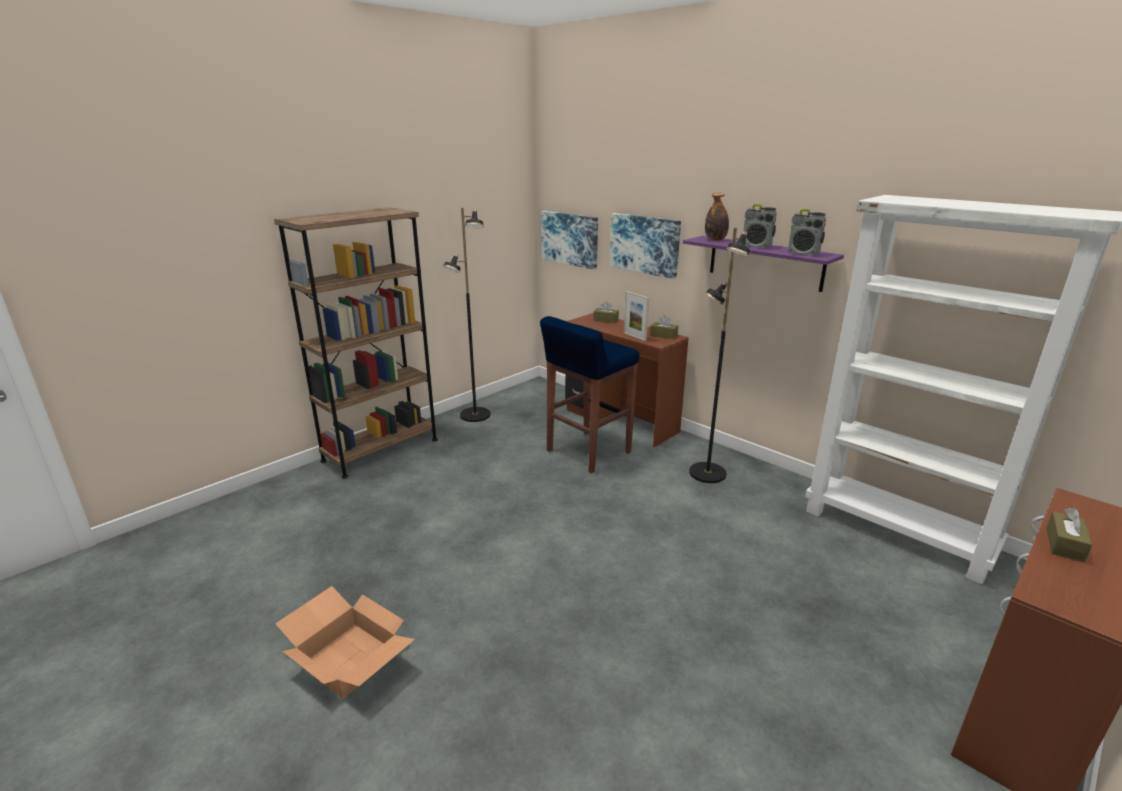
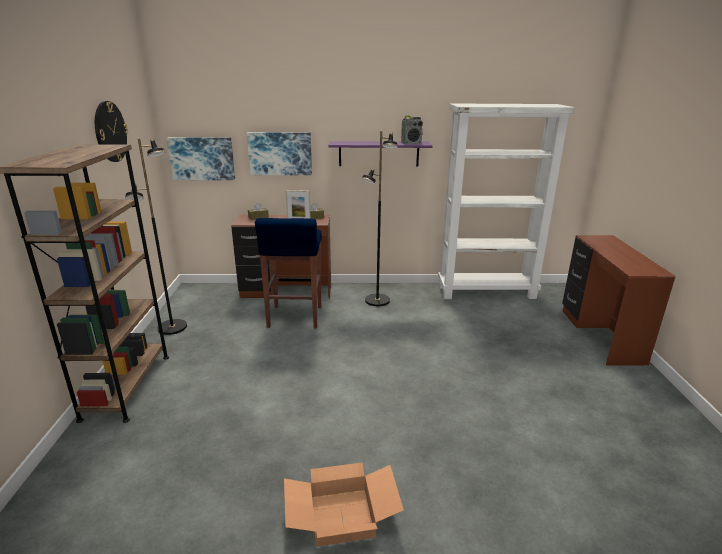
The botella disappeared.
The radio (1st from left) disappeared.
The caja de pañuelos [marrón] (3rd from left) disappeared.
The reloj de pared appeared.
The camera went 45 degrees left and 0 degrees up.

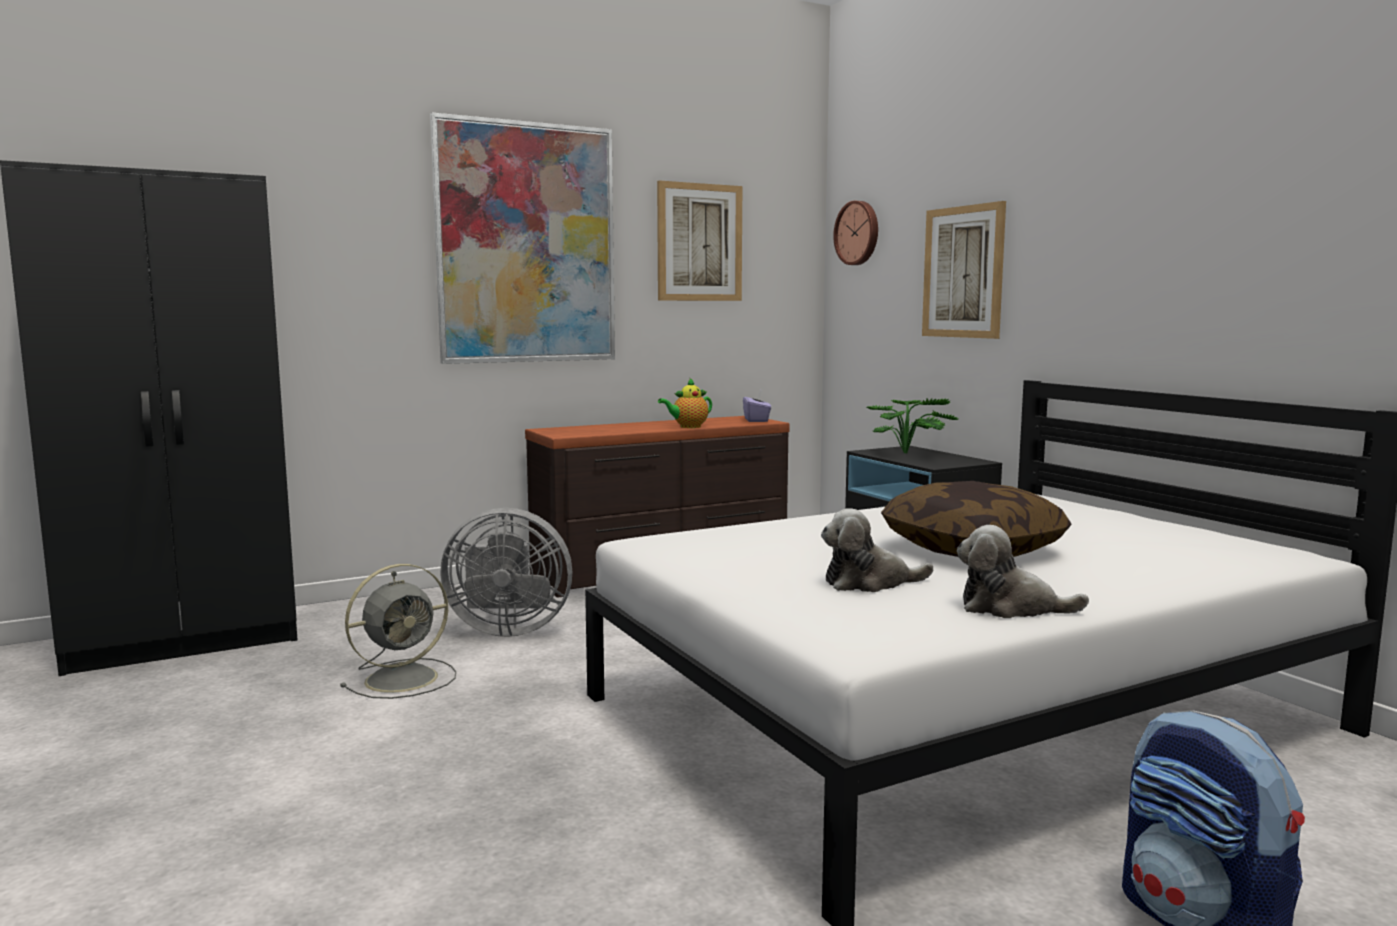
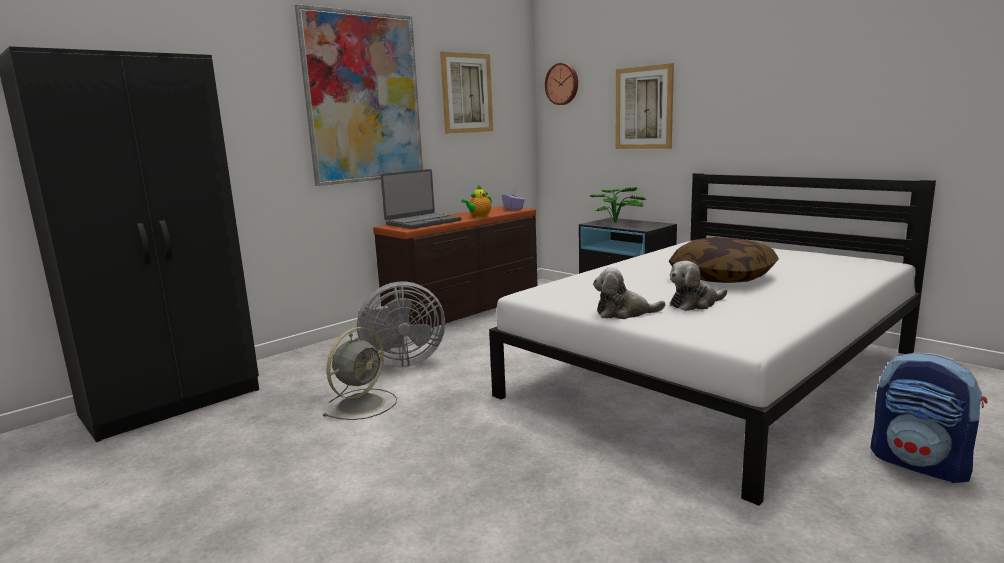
The peluche (2nd from left in the first image) moved.
The portátil appeared.
The camera went 15 degrees left and 5 degrees up.

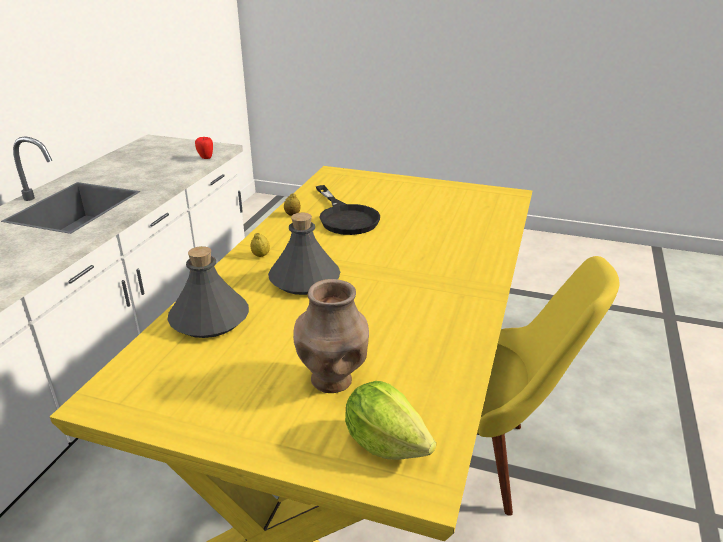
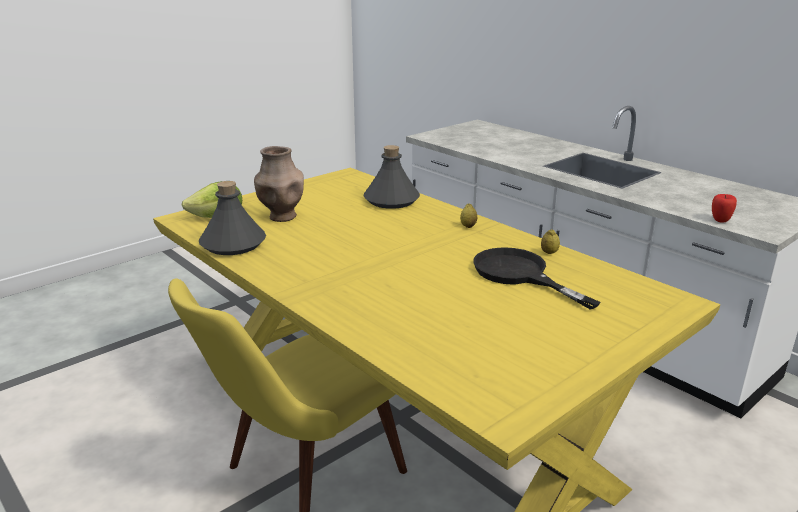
The sartén [negro] turned 45 degrees clockwise.
The botella [gris] (2nd from left in the first image) moved.
The camera went 120 degrees right and 5 degrees down.

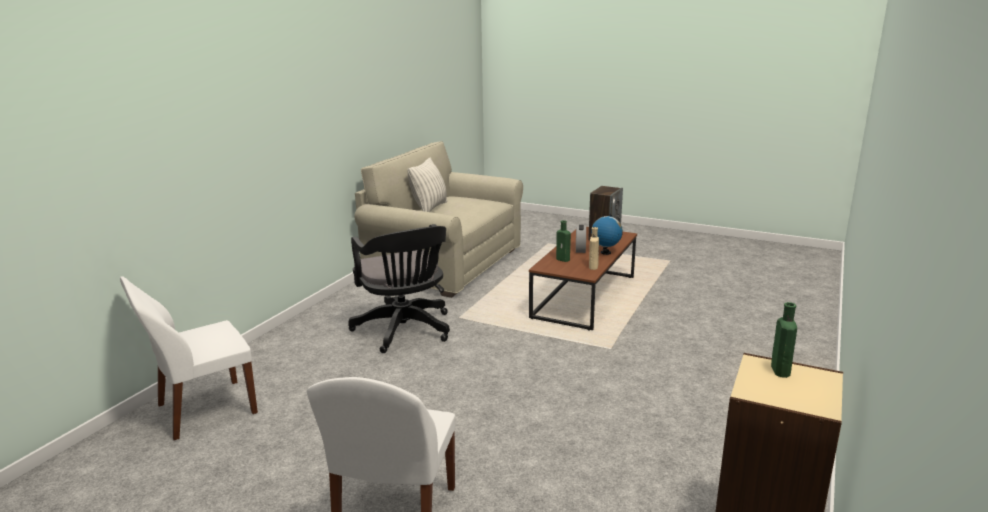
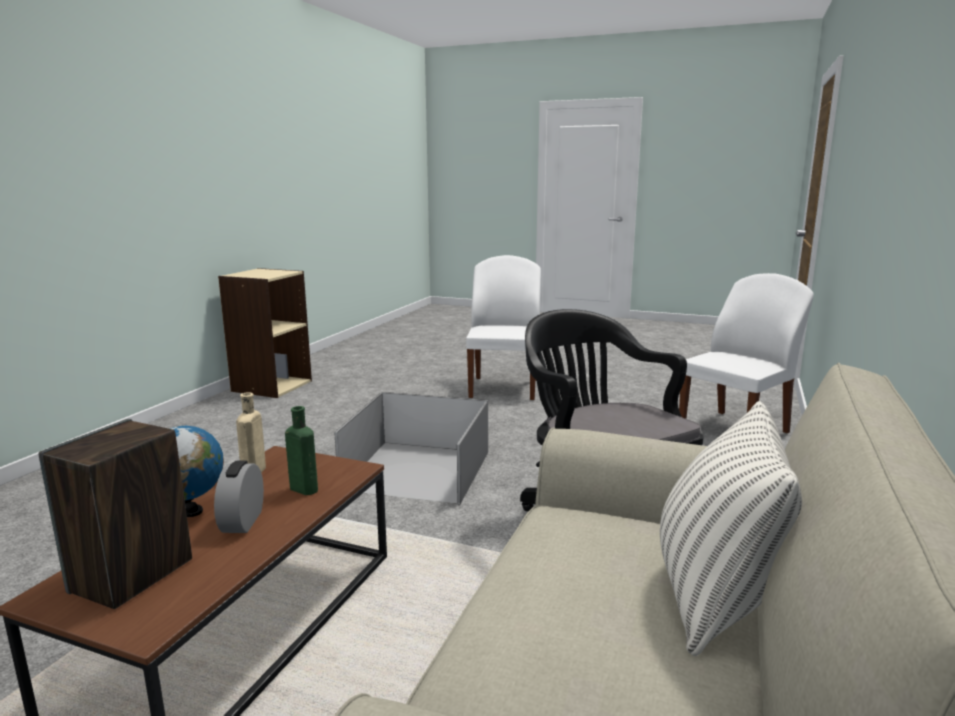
The botella [verde] (2nd from left) disappeared.
The caja de almacenaje [gris] appeared.
The camera went 175 degrees right and 5 degrees down.

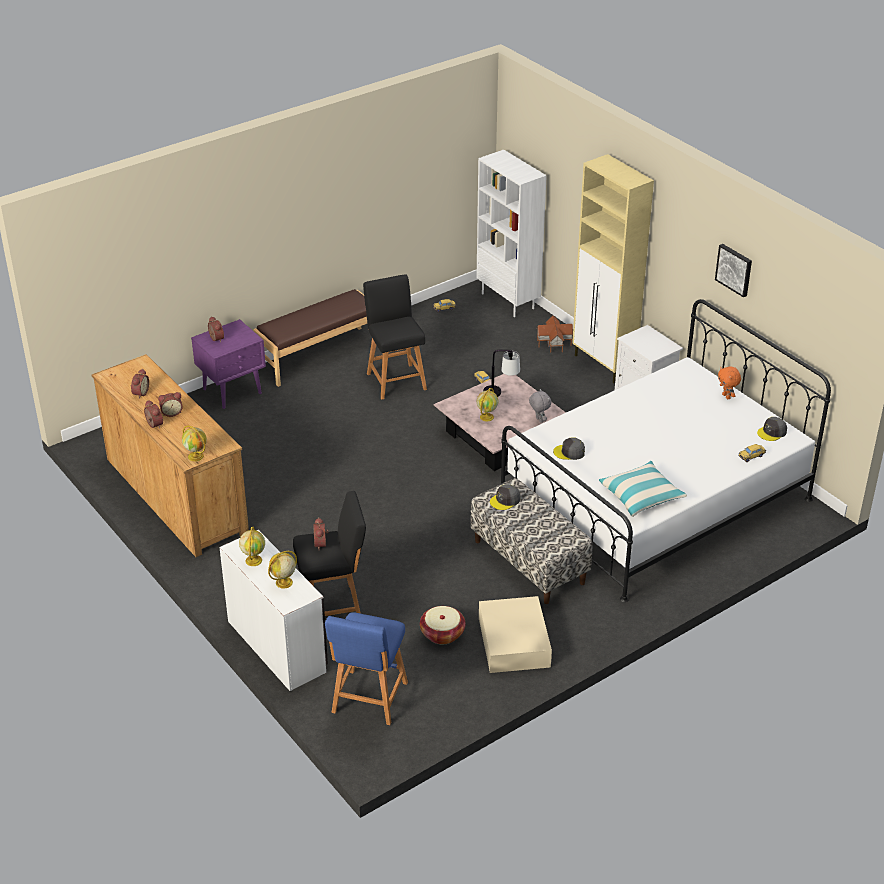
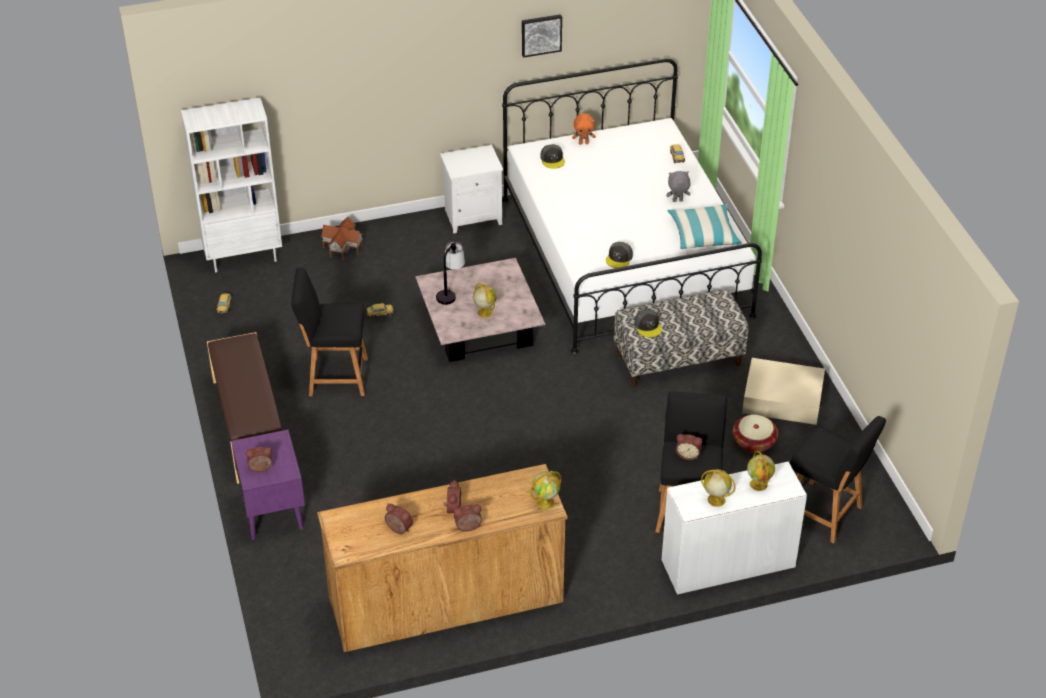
The armario [beis] disappeared.
The peluche [gris] moved.
The gorra [gris] (3rd from left in the first image) moved.
The taburete [azul] became the taburete [negro] (3rd from left).
The camera went 70 degrees left and 5 degrees up.

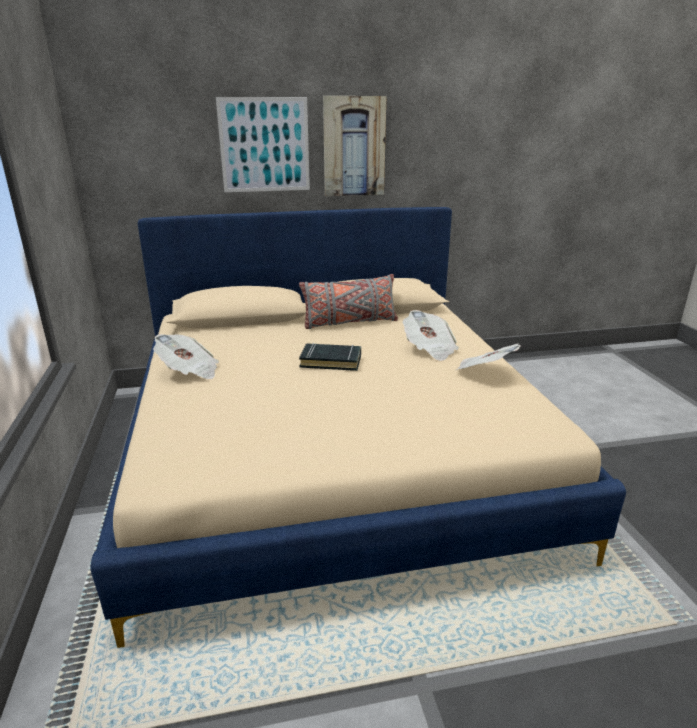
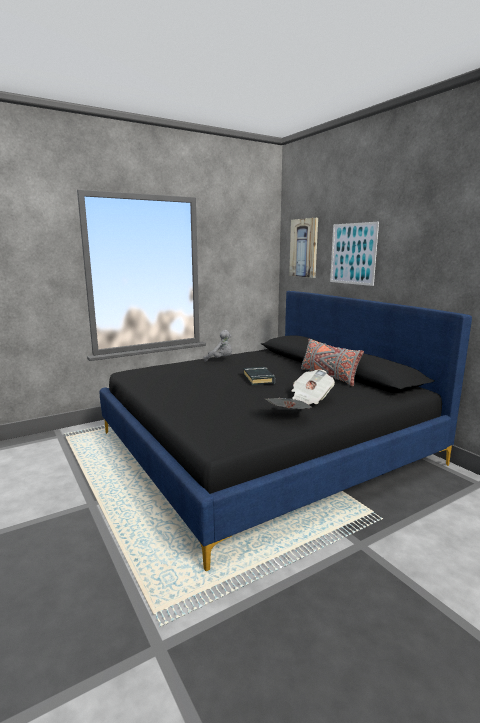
The cuadro (2nd from left in the first image) moved.
The cama [beis] became the cama [negro].
The periódico (1st from left) was replaced by the peluche [gris].
The camera went 70 degrees right and 10 degrees down.

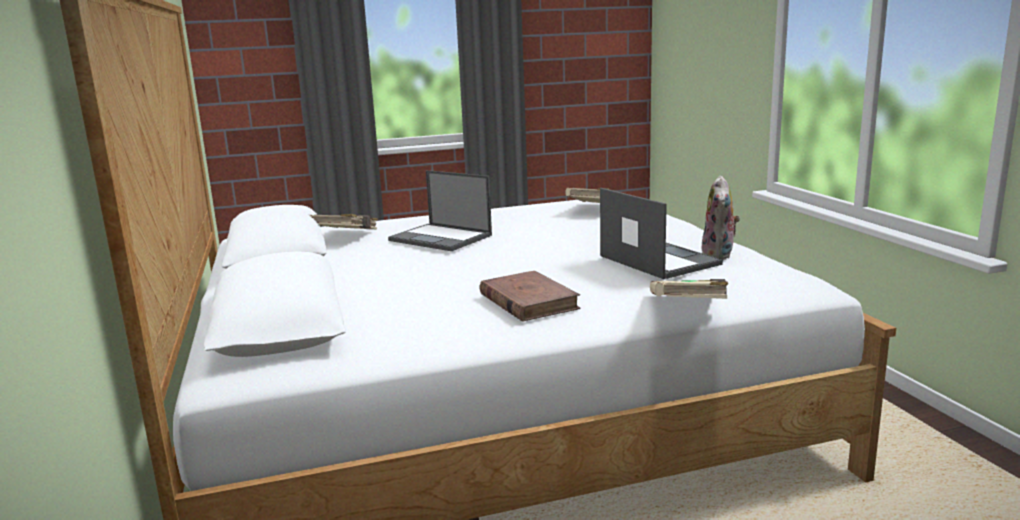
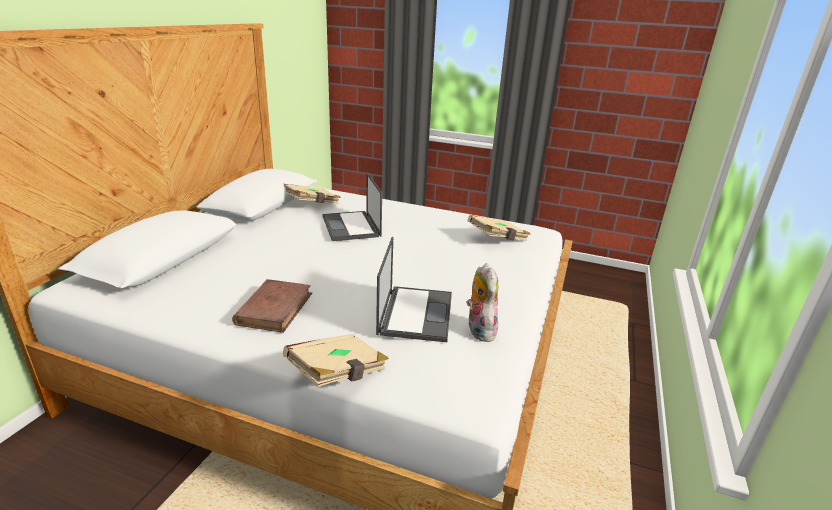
The peluche turned 120 degrees clockwise.
The camera went 35 degrees right and 10 degrees up.

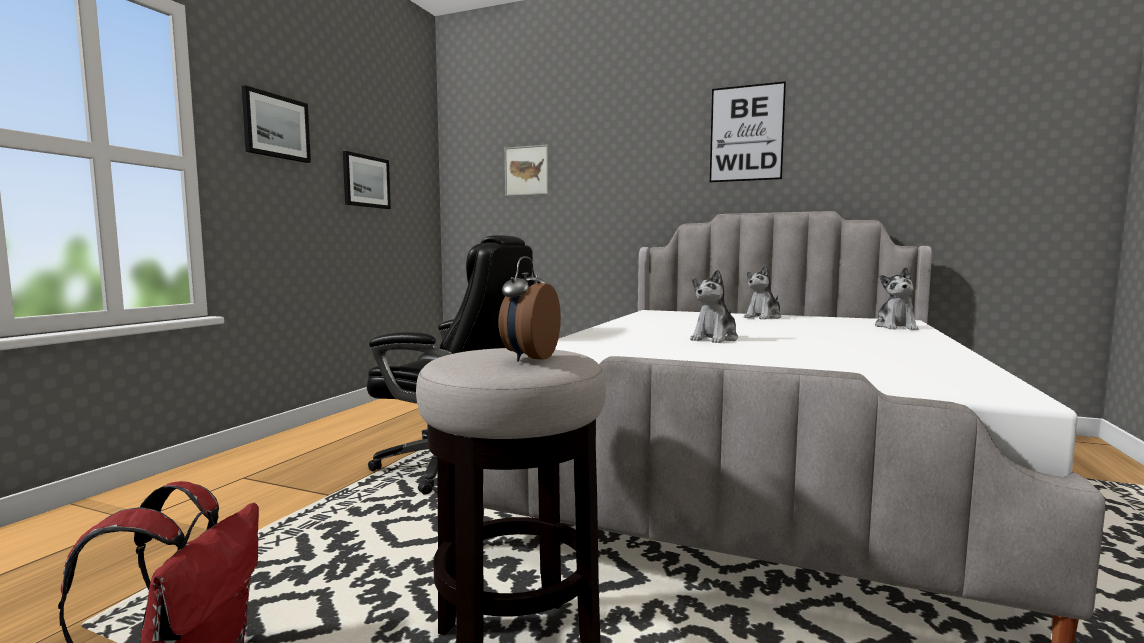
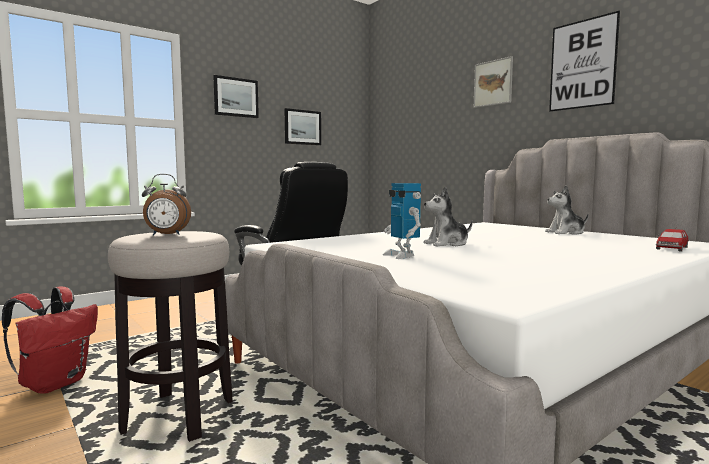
The cuadro (3rd from left) moved.
The despertador turned 150 degrees counterclockwise.
The peluche (3rd from left) was replaced by the coche de juguete.
The robot de juguete appeared.
The camera went 30 degrees right and 0 degrees up.

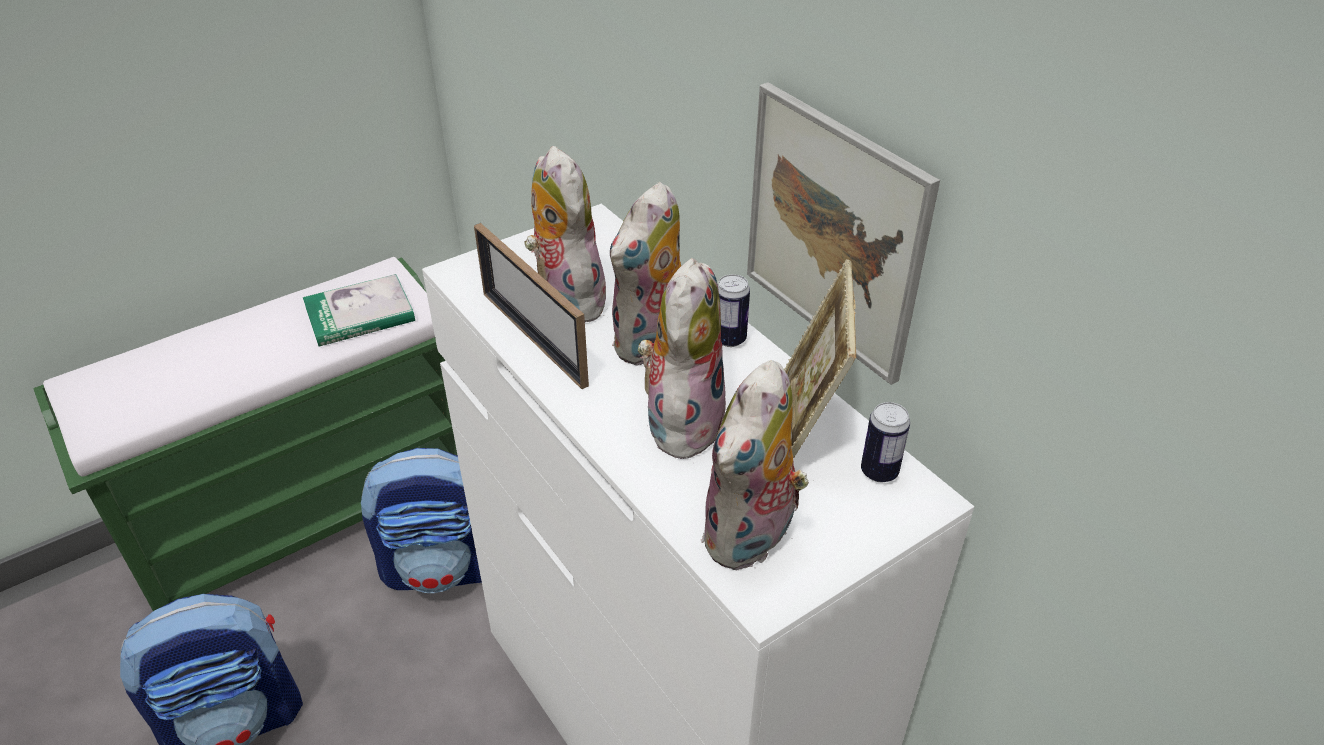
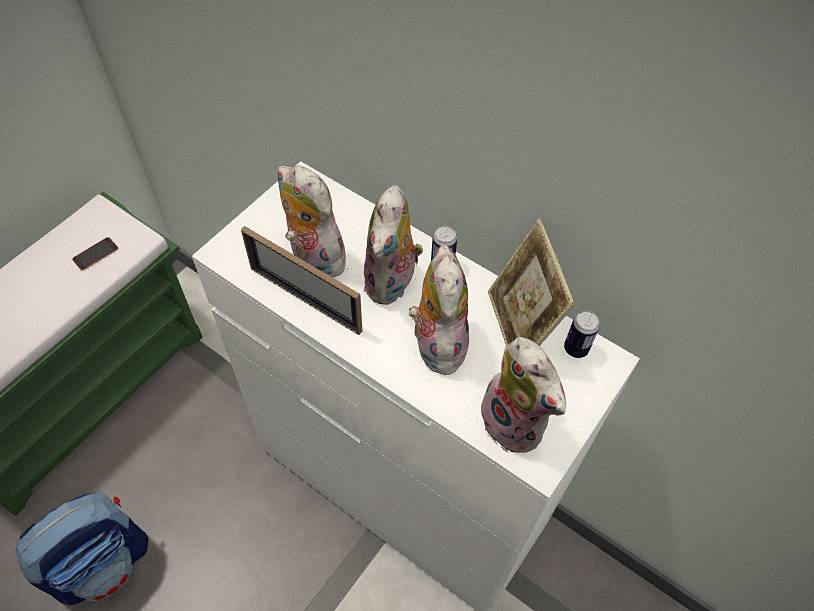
The cuadro disappeared.
The libro was replaced by the móvil.
The peluche (4th from left) turned 45 degrees counterclockwise.
The mochila (2nd from left) disappeared.
The camera went 20 degrees left and 15 degrees up.

